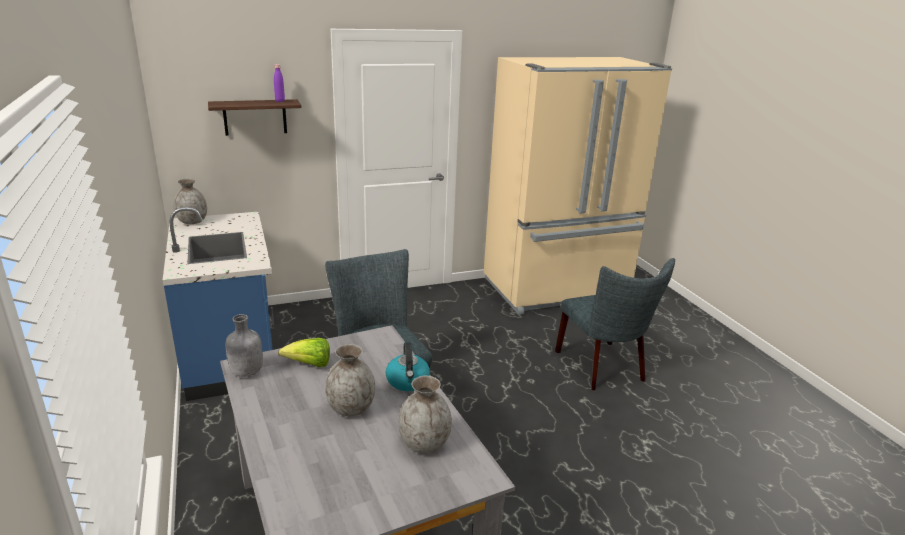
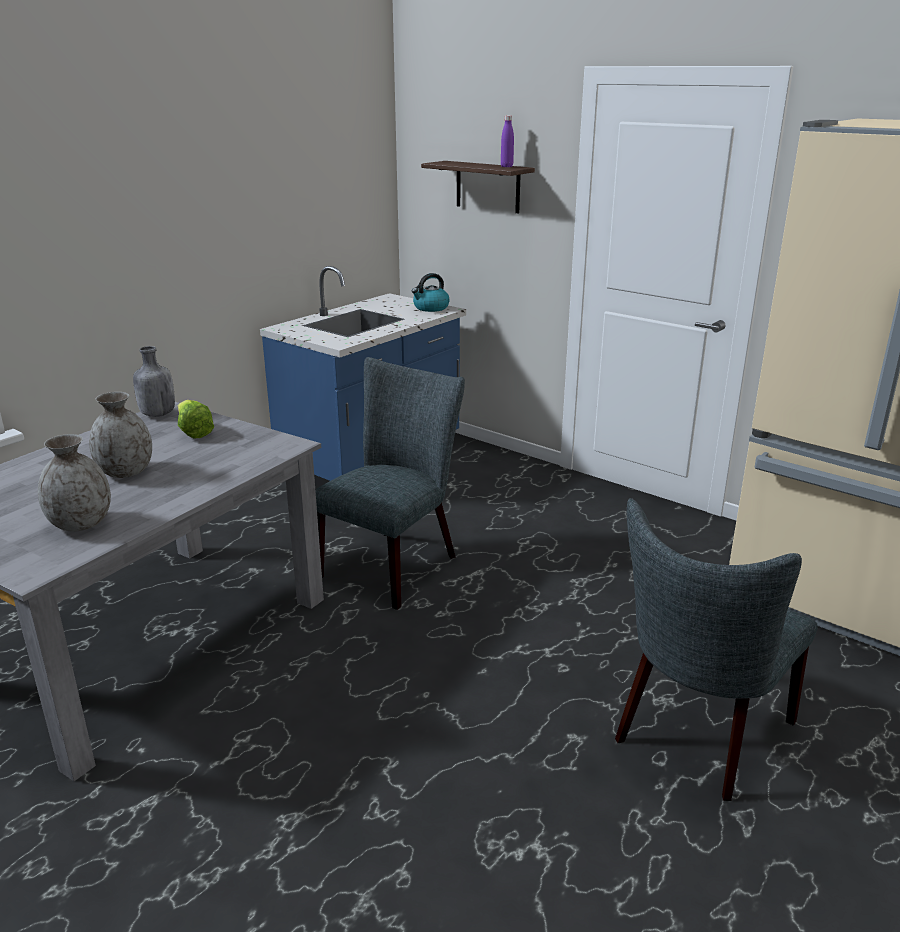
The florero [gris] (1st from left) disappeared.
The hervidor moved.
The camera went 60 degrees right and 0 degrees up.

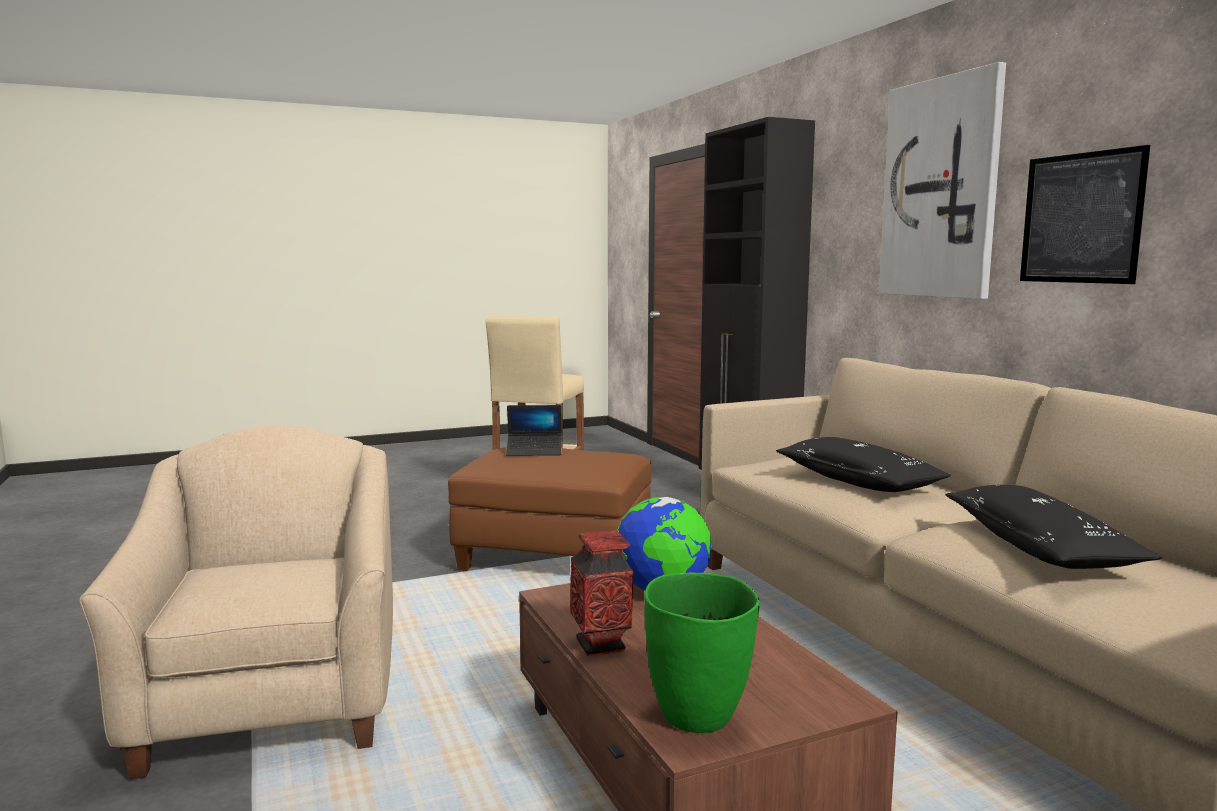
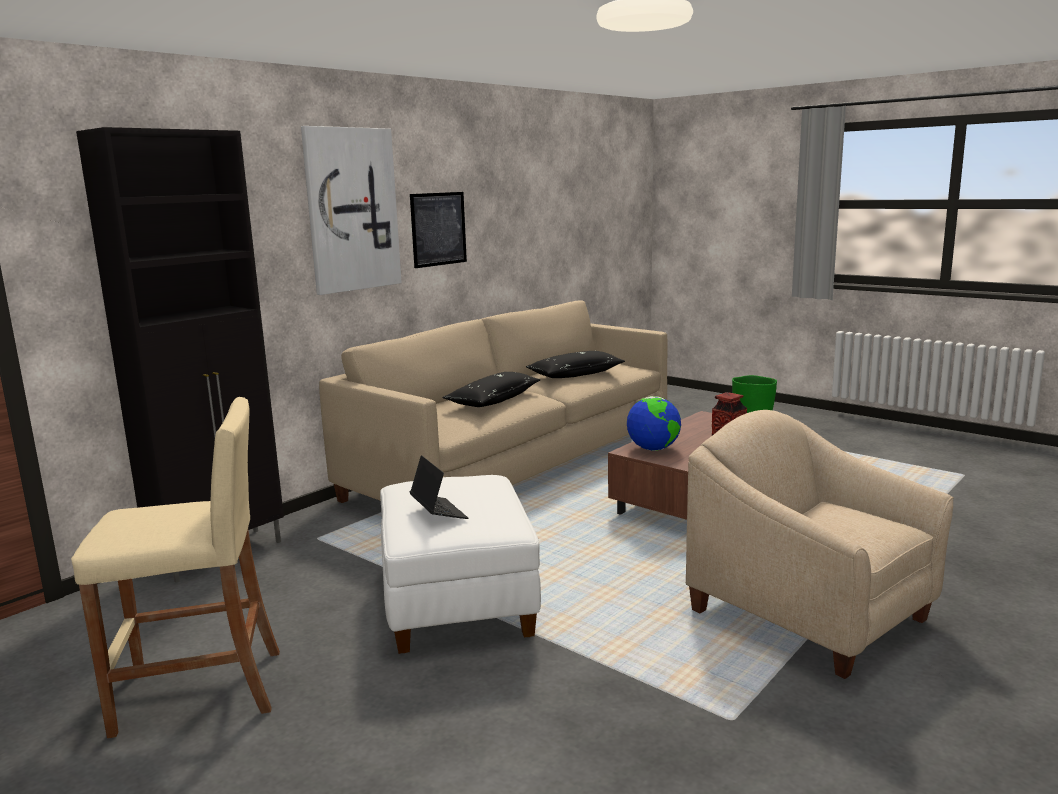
The sillón [beis] turned 90 degrees clockwise.
The puf [marrón] became the puf [blanco].
The camera went 115 degrees left and 5 degrees up.

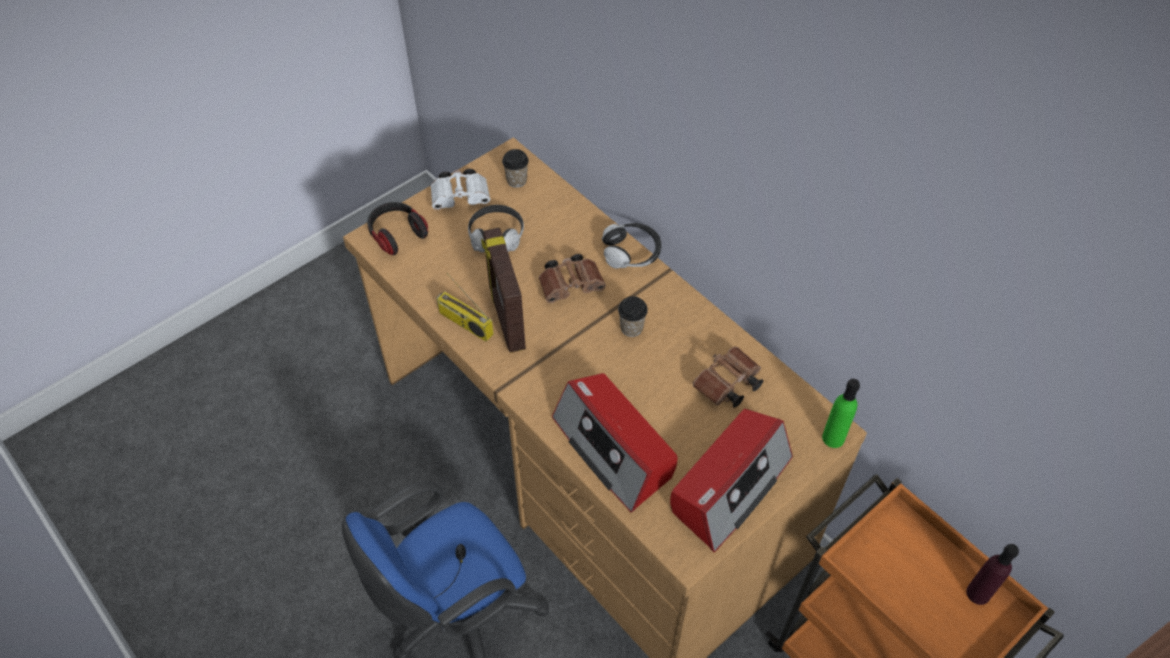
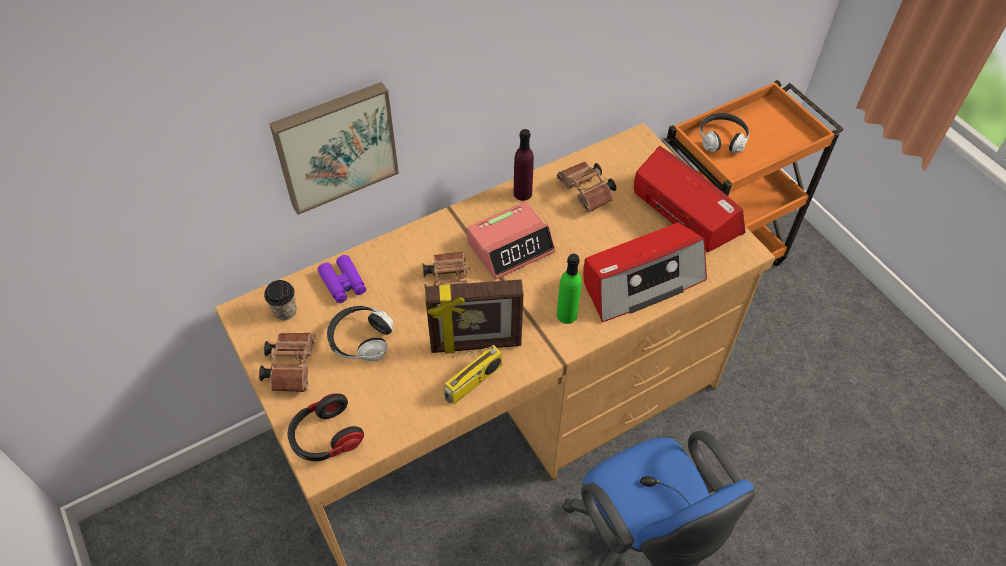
The prismáticos [blanco] became the prismáticos [marrón] (1st from left).
The auriculares (3rd from left) moved.
The taza (2nd from left) was replaced by the despertador.
The botella [verde] moved.
The botella [morado] moved.
The cuadro appeared.
The prismáticos [morado] appeared.
The camera went 80 degrees left and 0 degrees up.

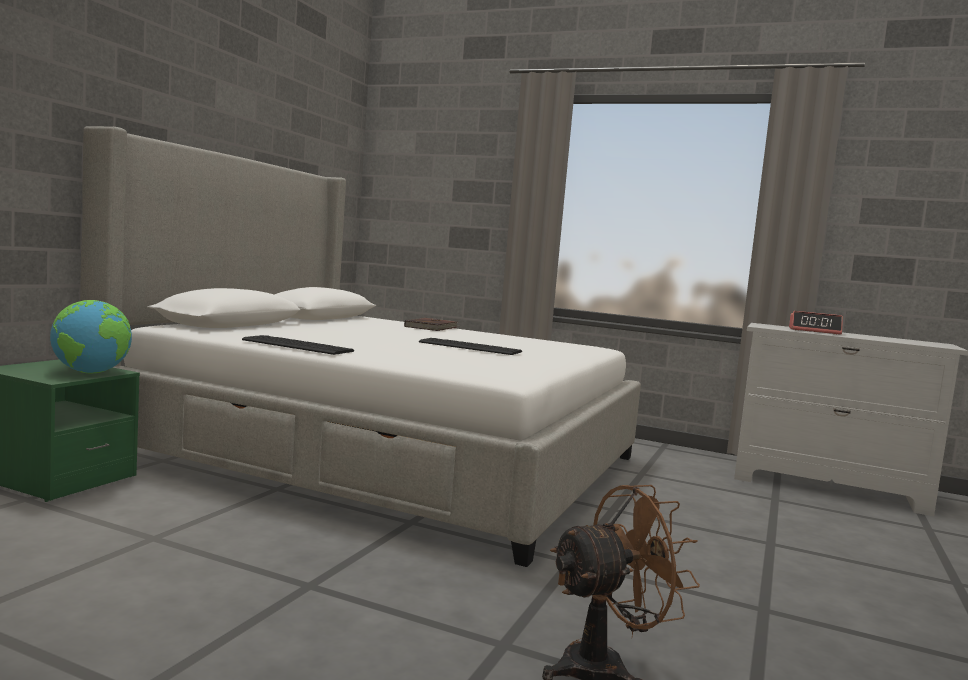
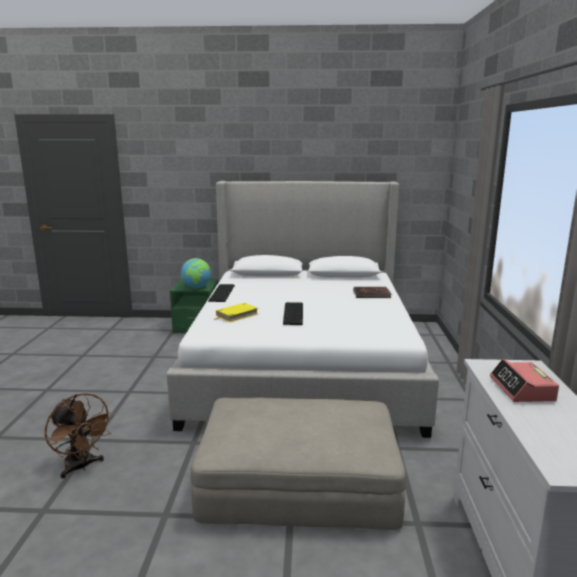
The libro [amarillo] appeared.
The puf [beis] appeared.
The camera went 70 degrees right and 10 degrees up.

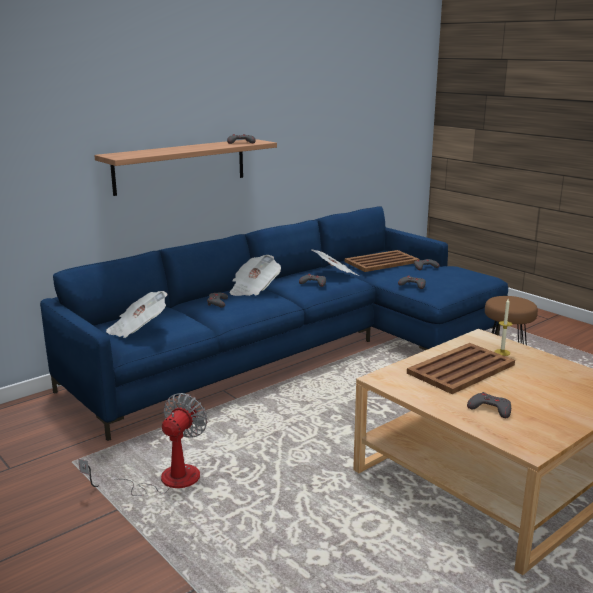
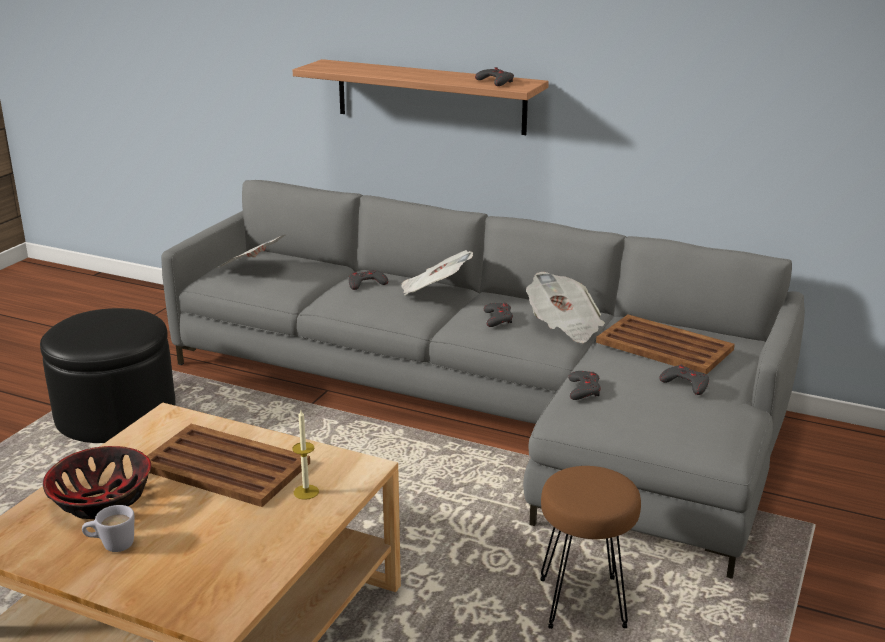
The sofá [azul] became the sofá [gris].
The mando de consola [gris] (6th from left) was replaced by the cuenco.
The ventilador was replaced by the puf [negro].
The taza grande [blanco] appeared.
The camera went 65 degrees right and 5 degrees up.

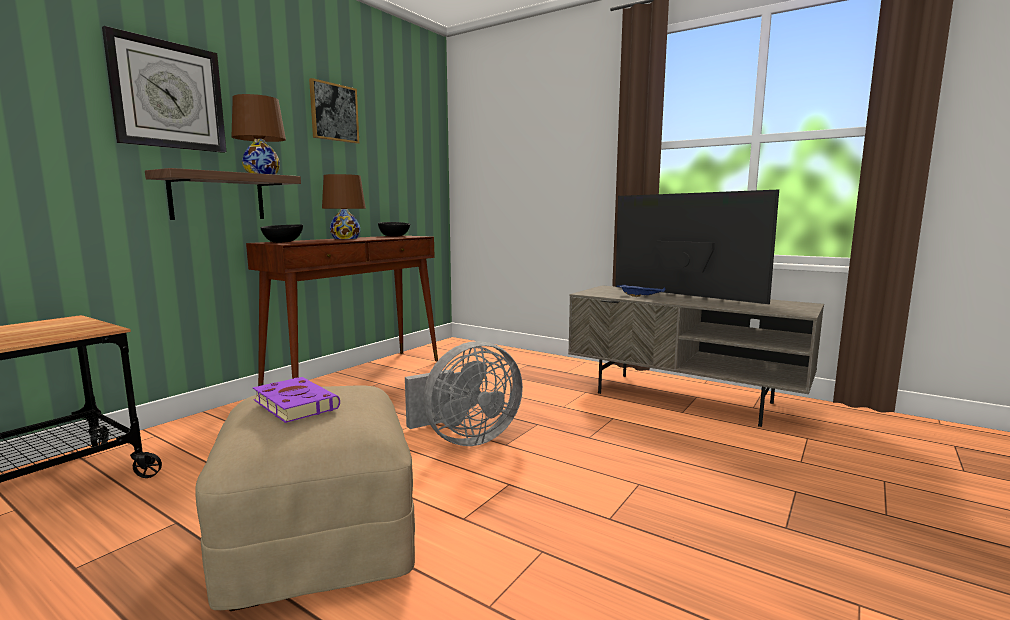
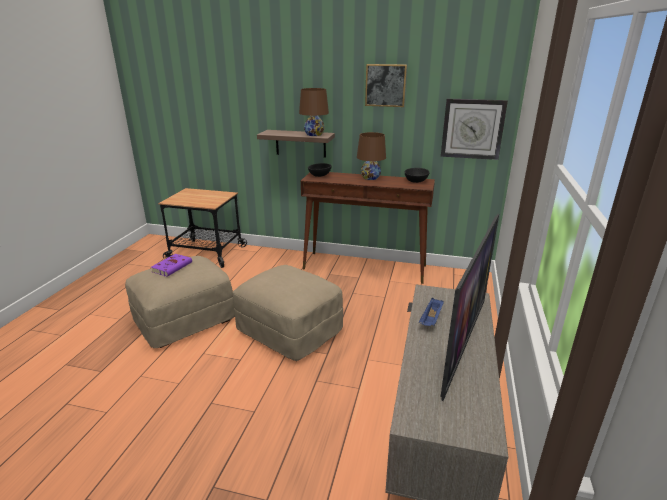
The reloj de pared moved.
The ventilador [gris] was replaced by the puf [beis] (2nd from left).
The camera went 70 degrees right and 15 degrees up.

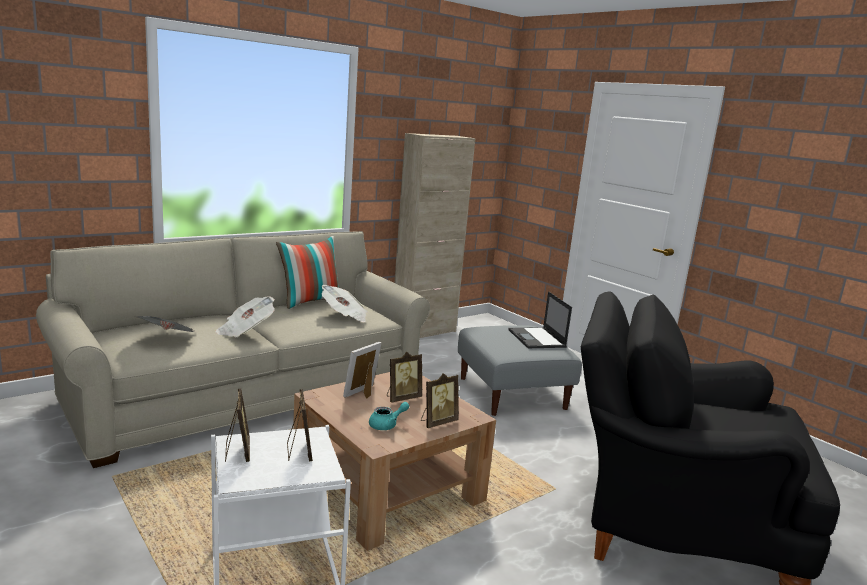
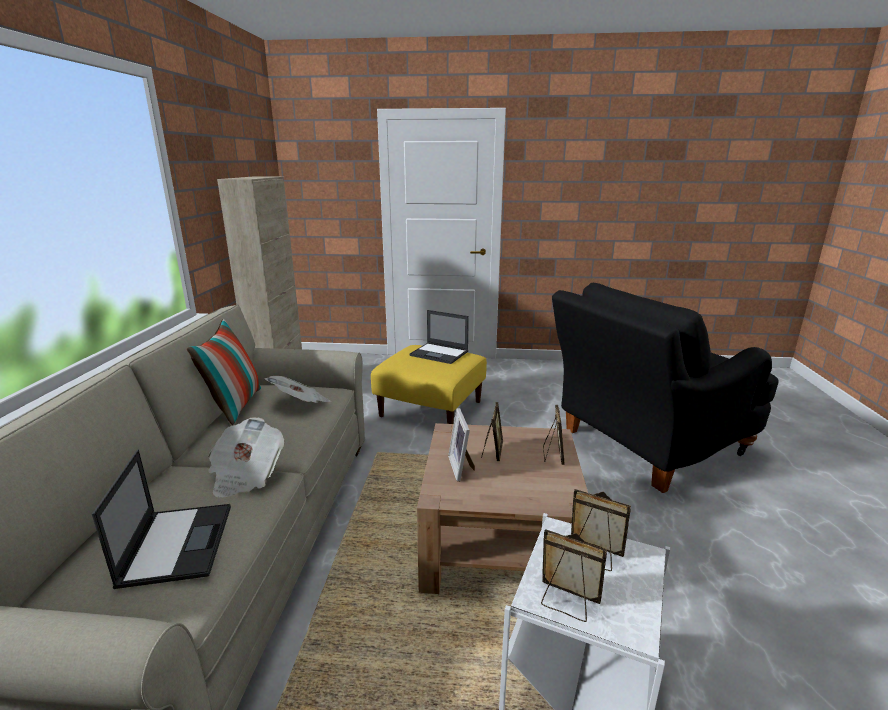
The periódico (1st from left) was replaced by the portátil (1st from left).
The puf [gris] became the puf [amarillo].
The tetera [turquesa] disappeared.
The camera went 45 degrees left and 5 degrees up.

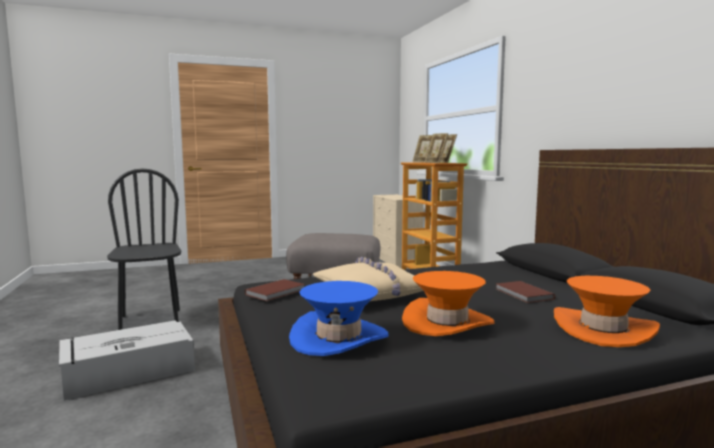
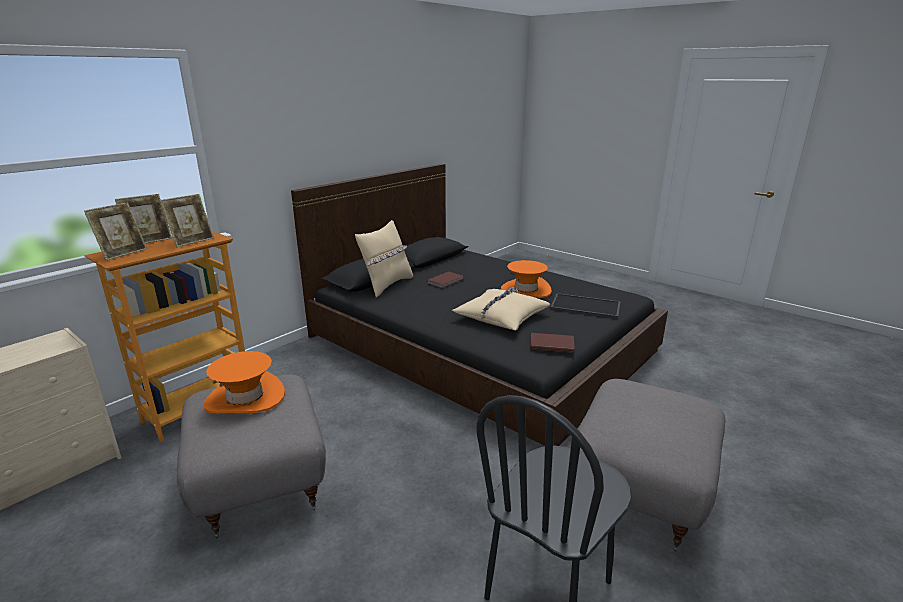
The sombrero [naranja] (2nd from left in the first image) moved.
The sombrero [azul] was replaced by the bandeja.
The caja de almacenaje [gris] was replaced by the puf [gris] (2nd from left).
The cojín [beis] (1st from left) appeared.
The camera went 120 degrees left and 15 degrees up.

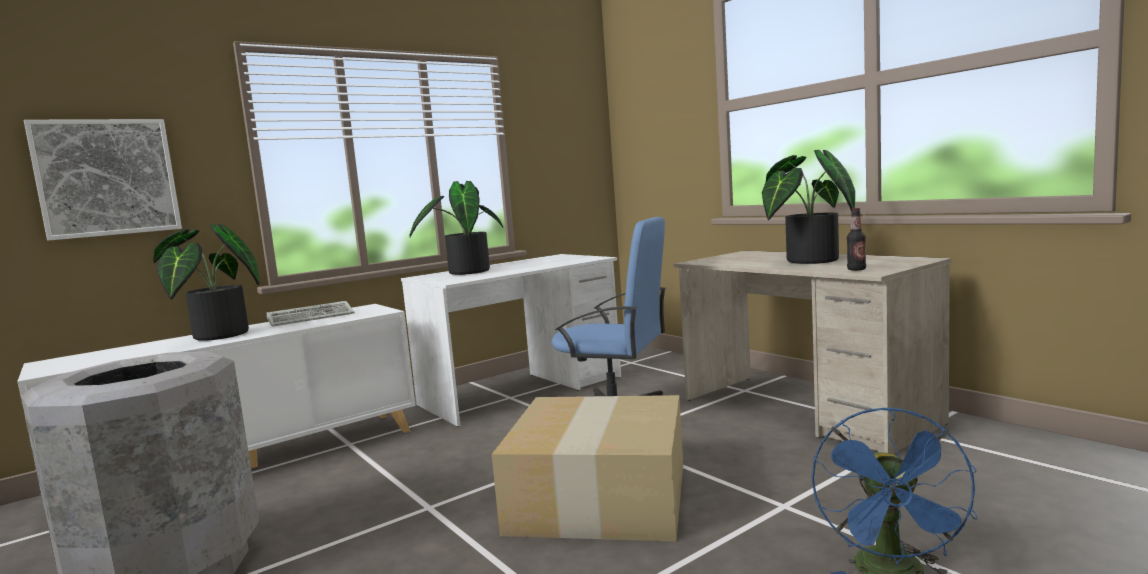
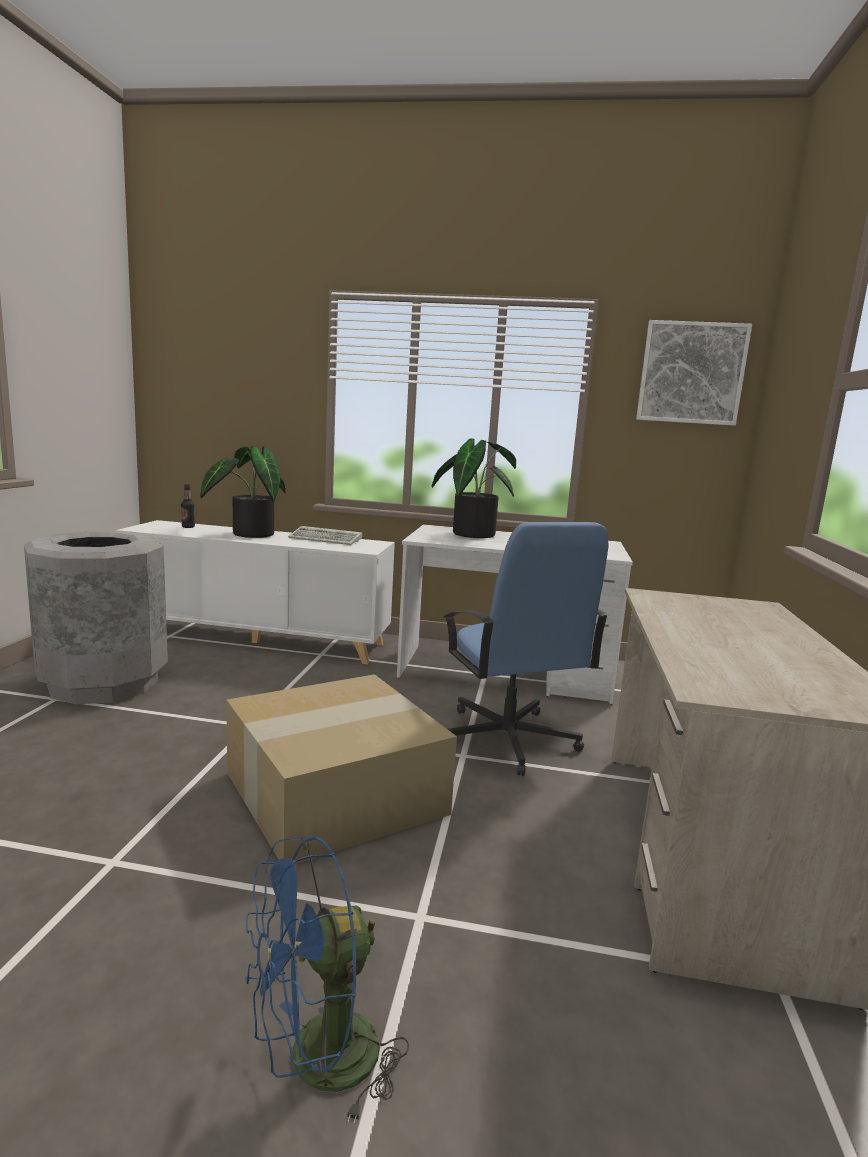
The cuadro moved.
The planta en maceta (3rd from left) disappeared.
The botella moved.
The camera went 45 degrees right and 5 degrees up.

